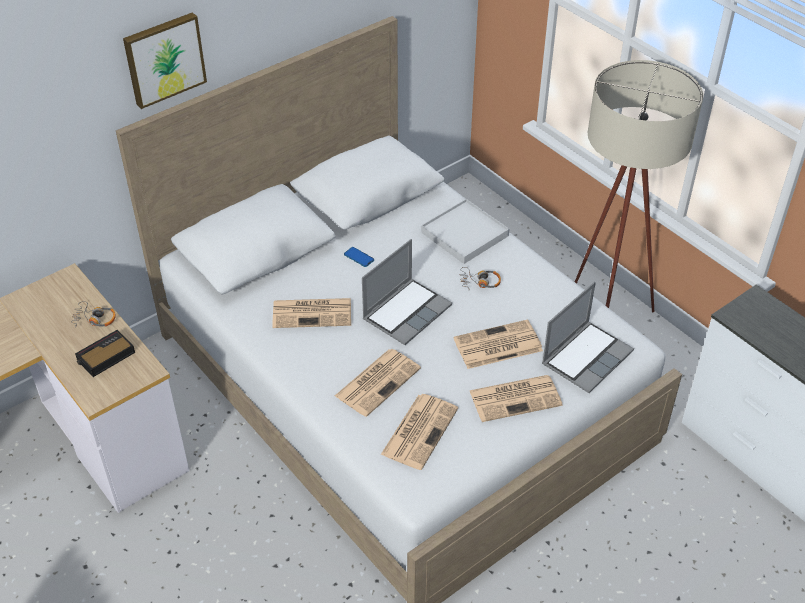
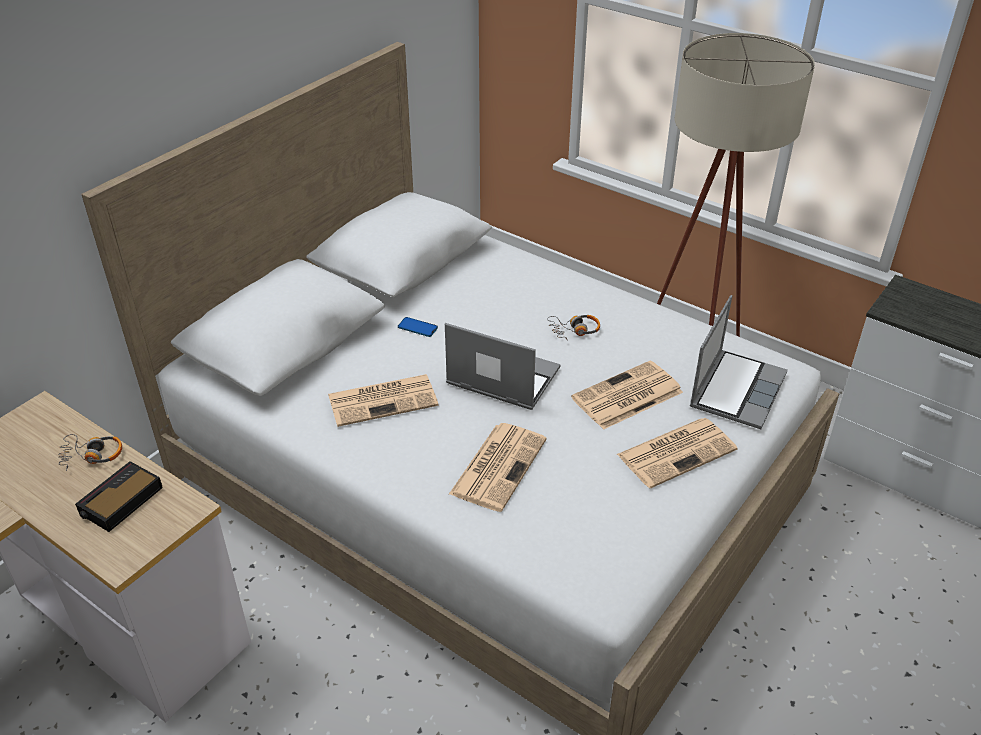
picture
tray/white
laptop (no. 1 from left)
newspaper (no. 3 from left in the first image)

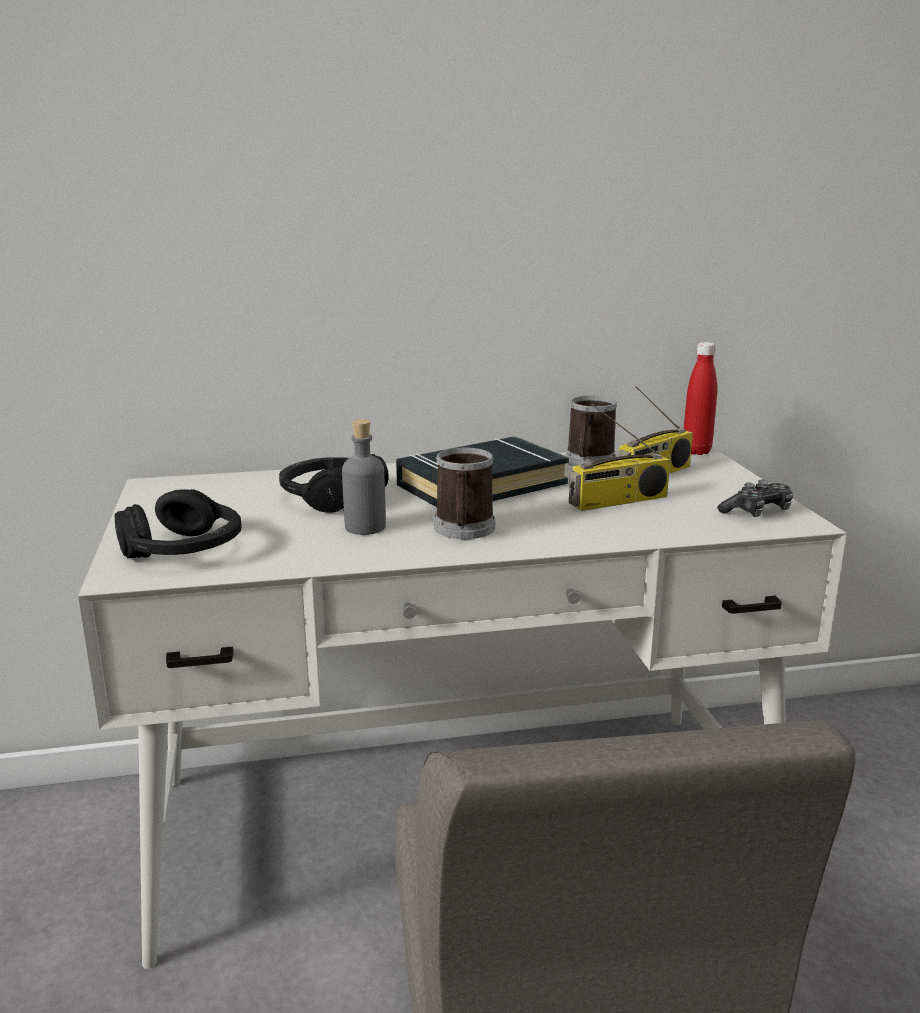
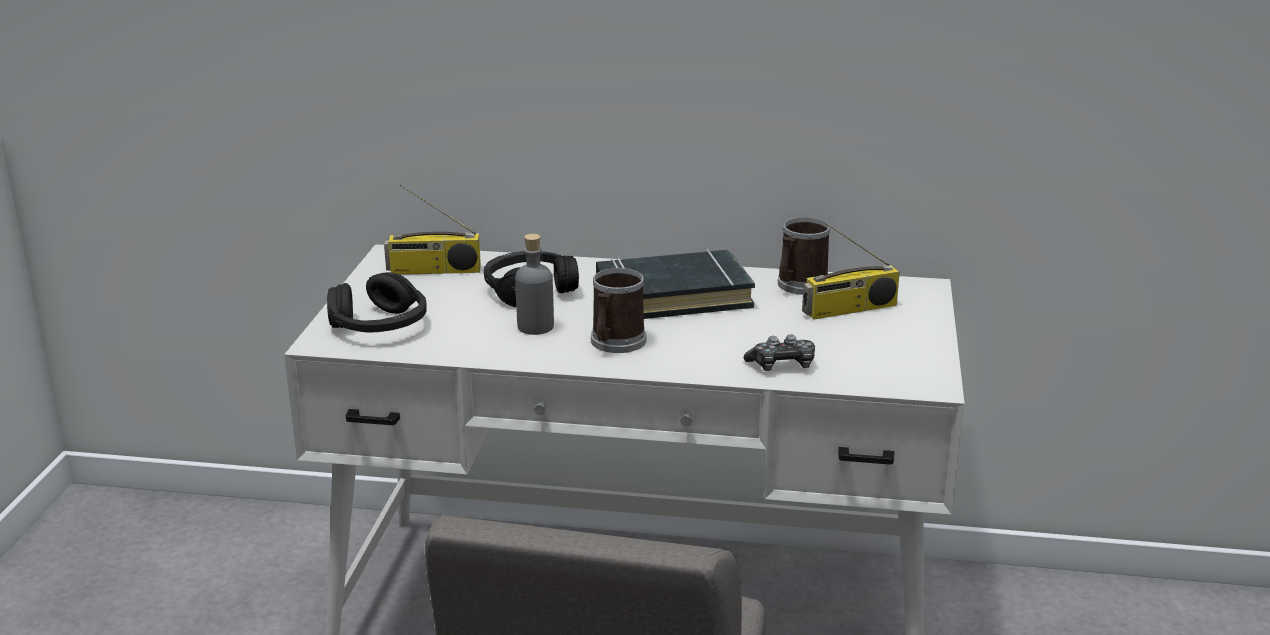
bottle/red
radio (no. 1 from left)
game controller

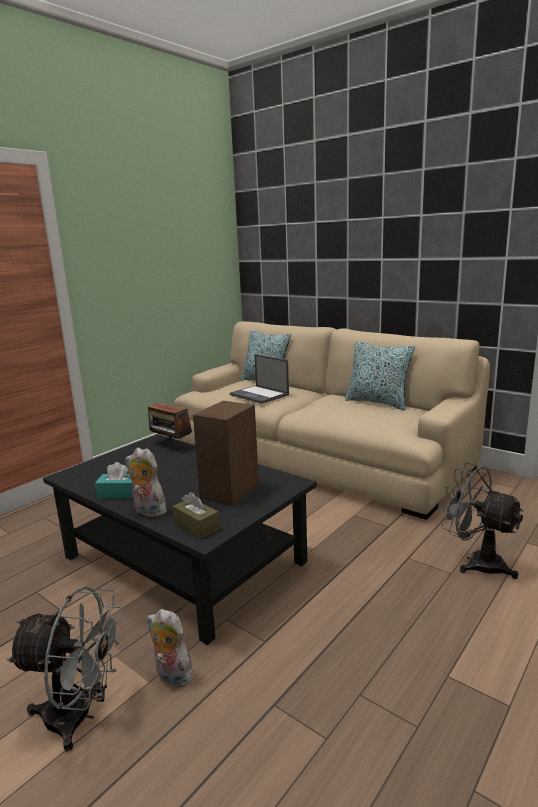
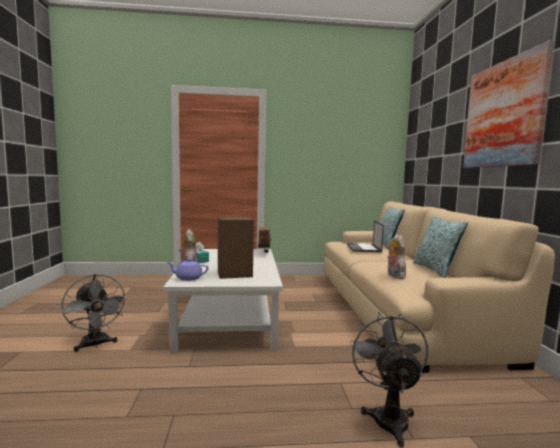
coffee table/white
teapot/purple
plush toy (no. 2 from left)
picture

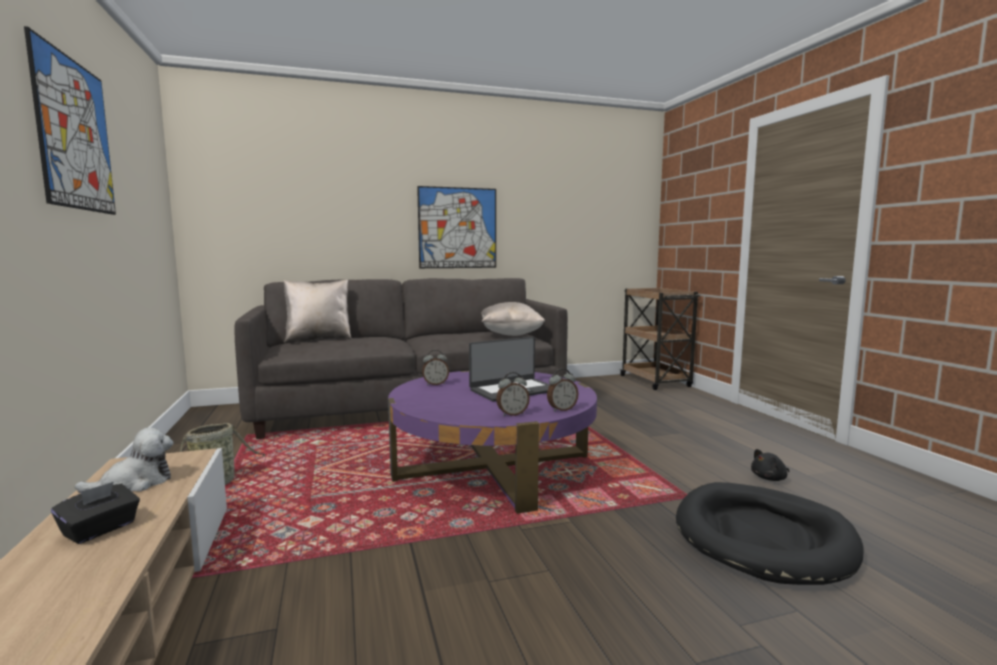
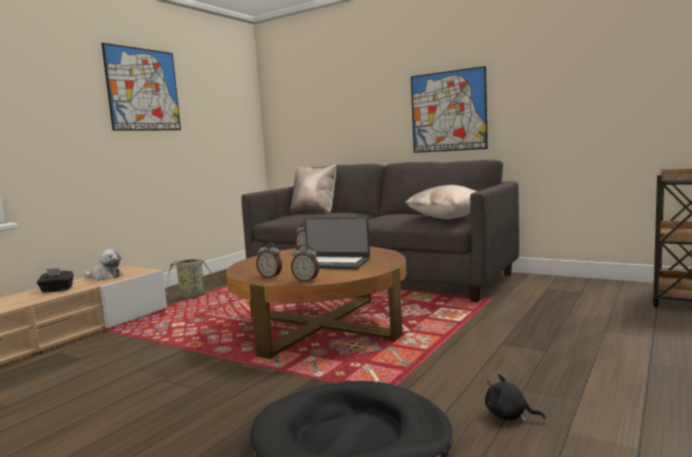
coffee table/brown

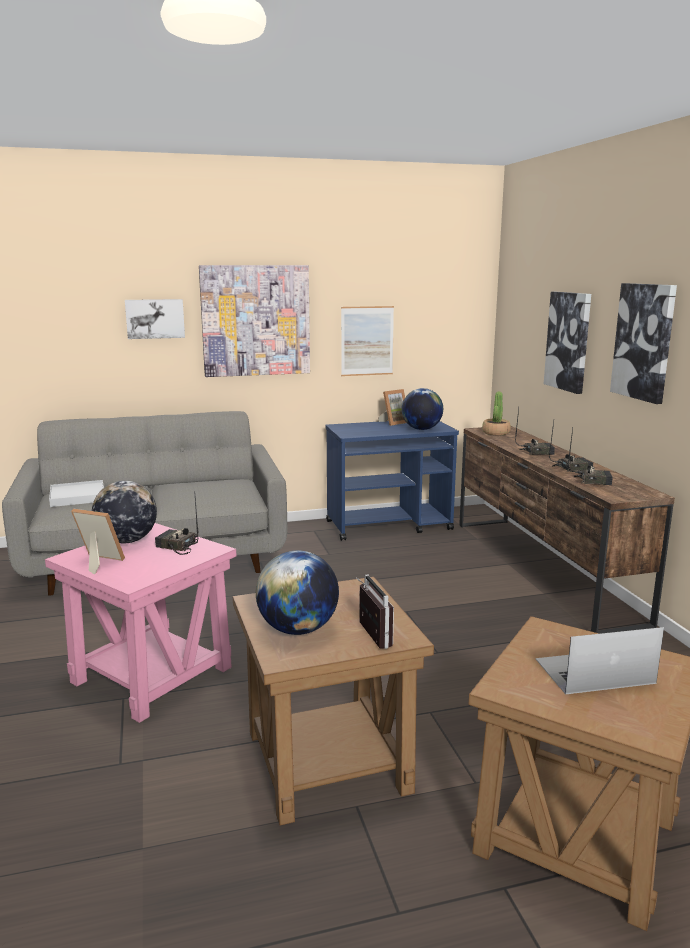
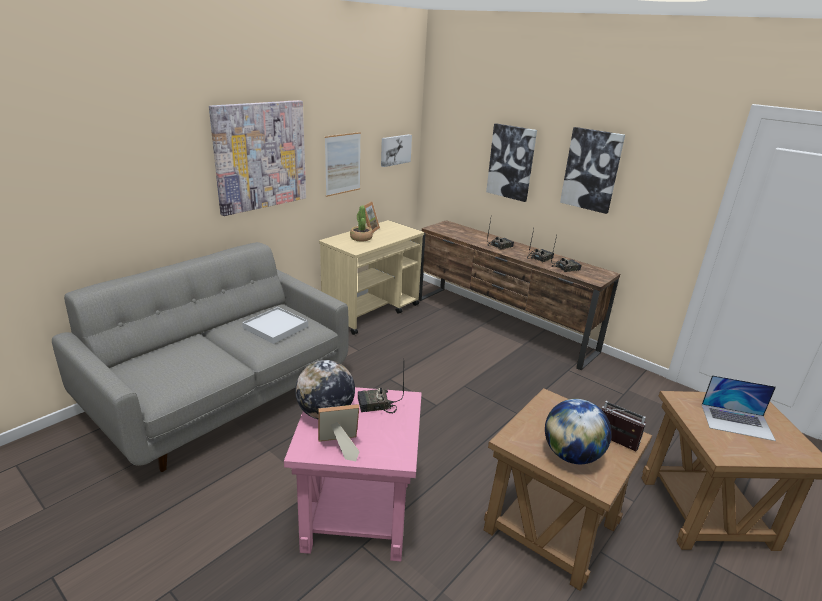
picture (no. 3 from left)
globe (no. 3 from left in the first image)
potted plant
cart/beige
tray/white
laptop

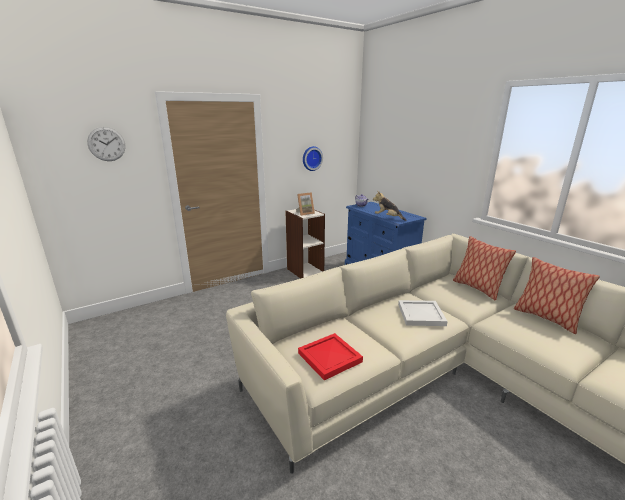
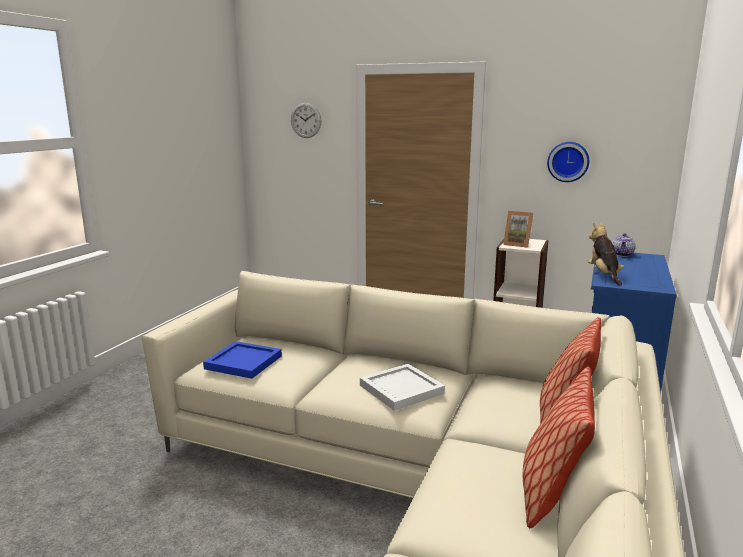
tray/blue

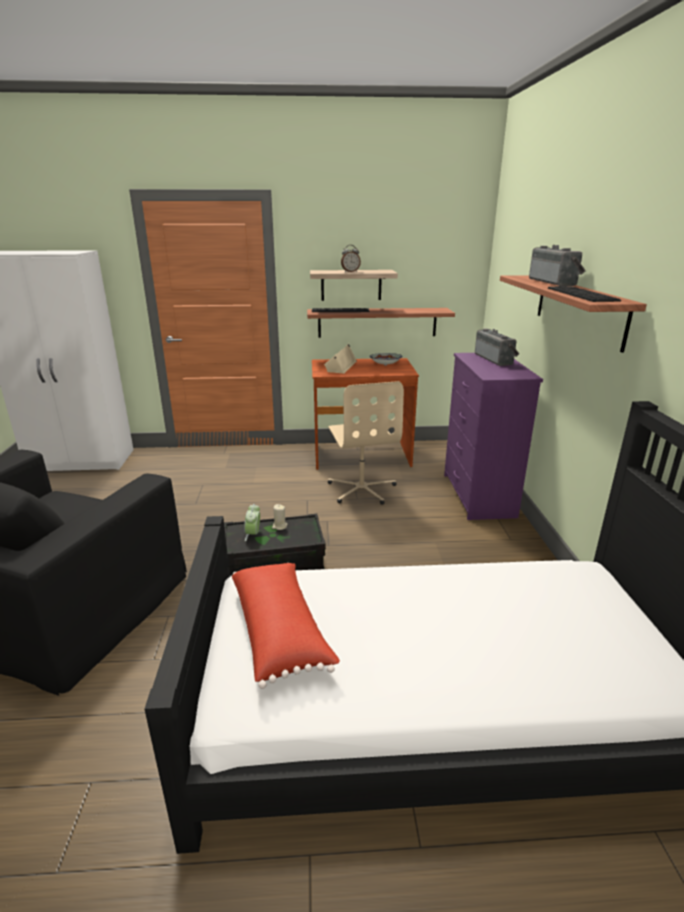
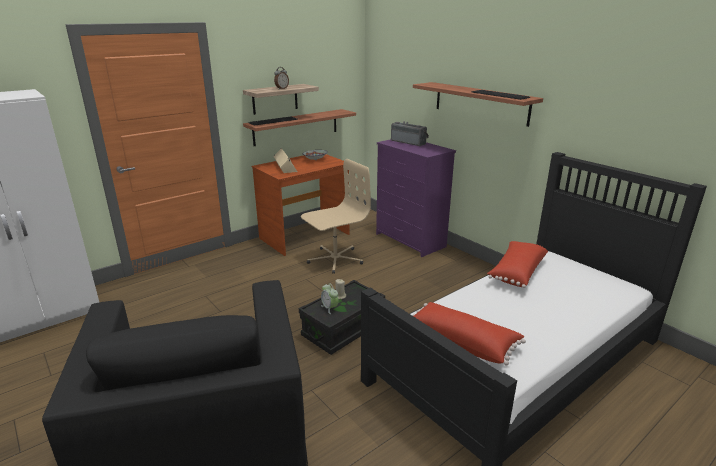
radio (no. 2 from left in the first image)
office chair/beige
pillow/red (no. 2 from left)

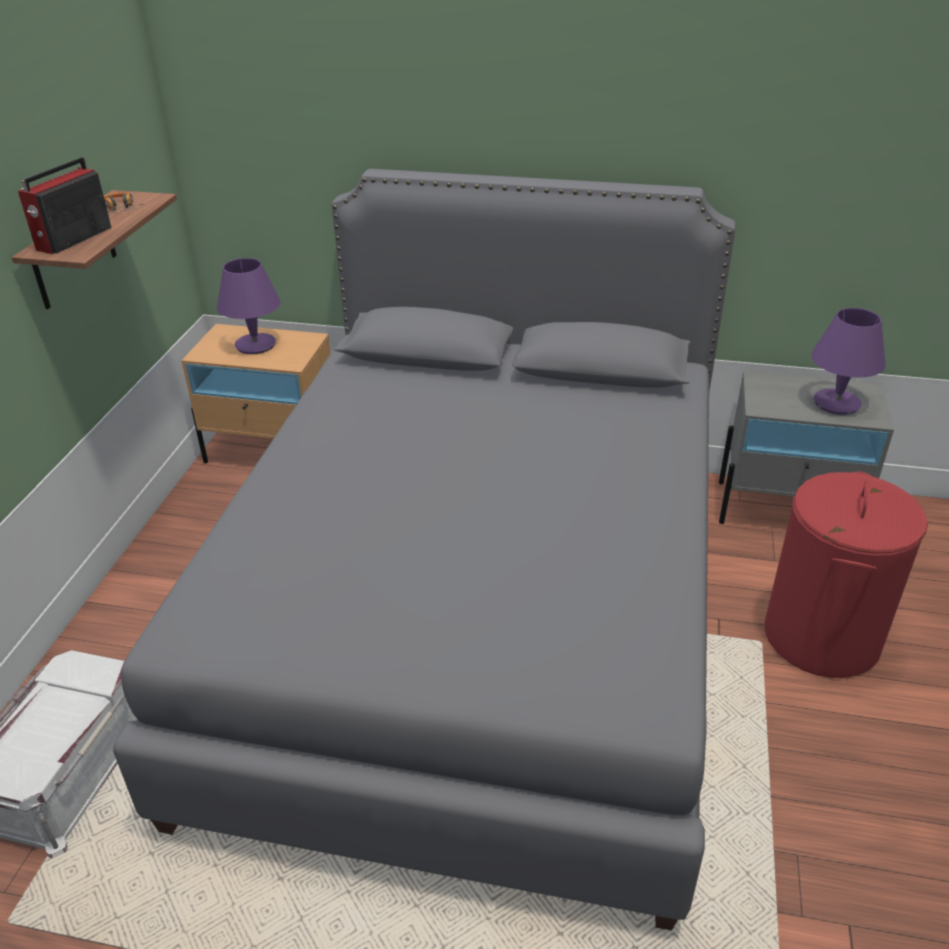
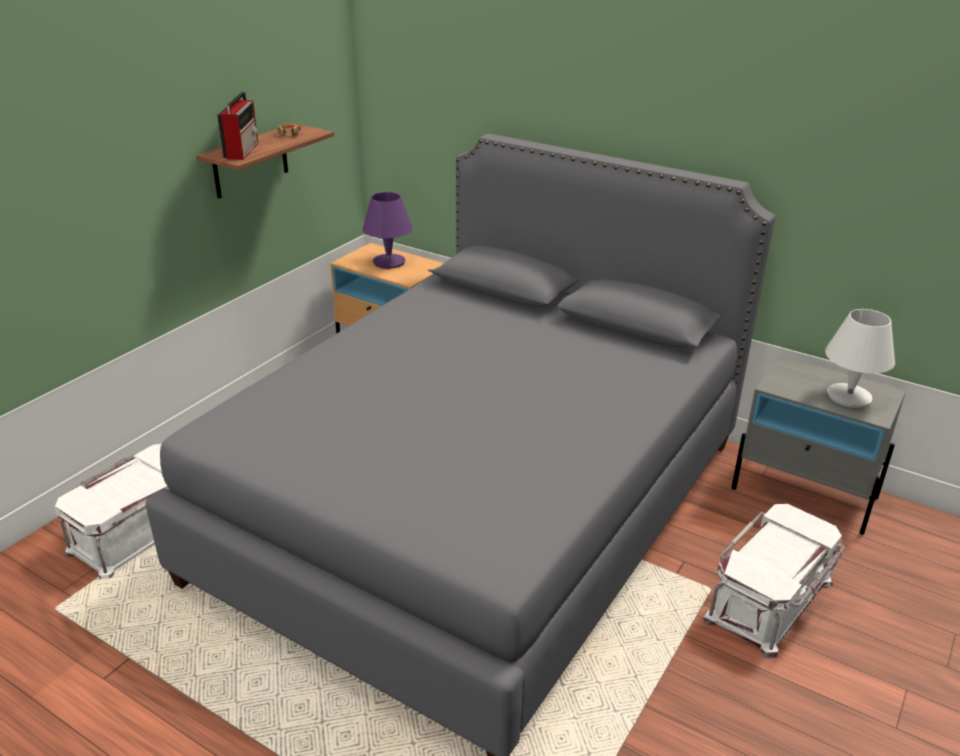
radio
table lamp/white
storage box/white (no. 2 from left)

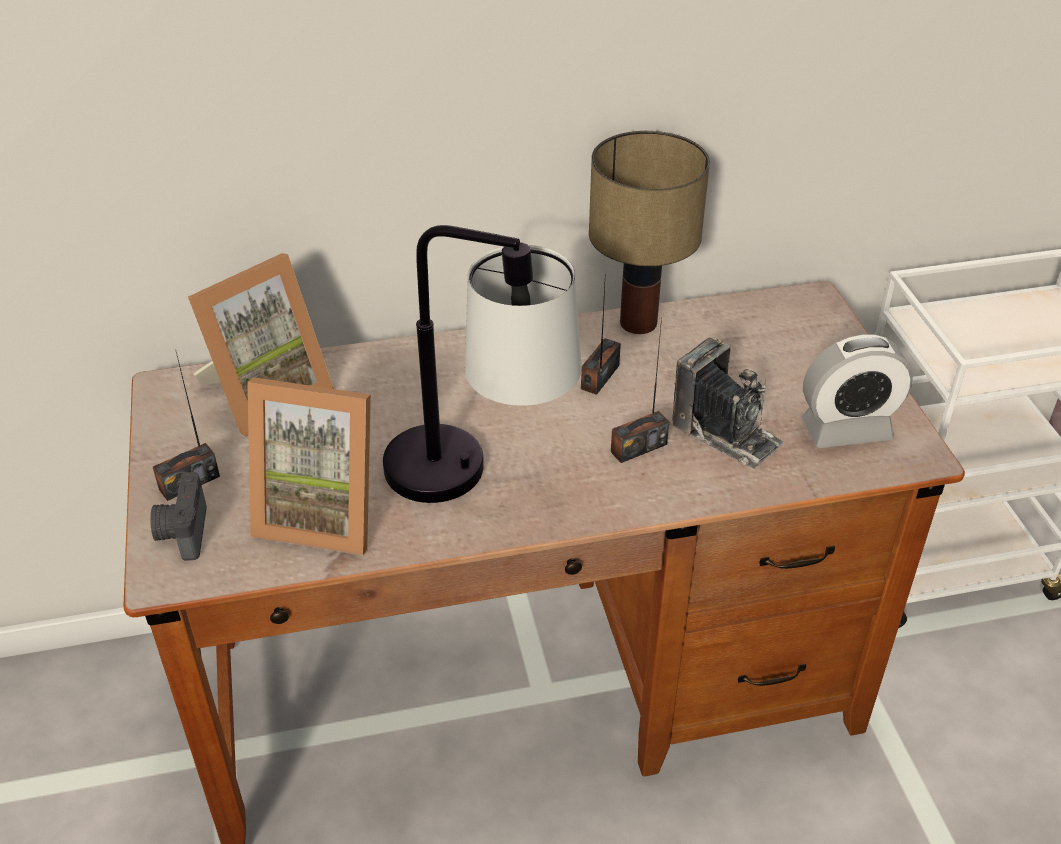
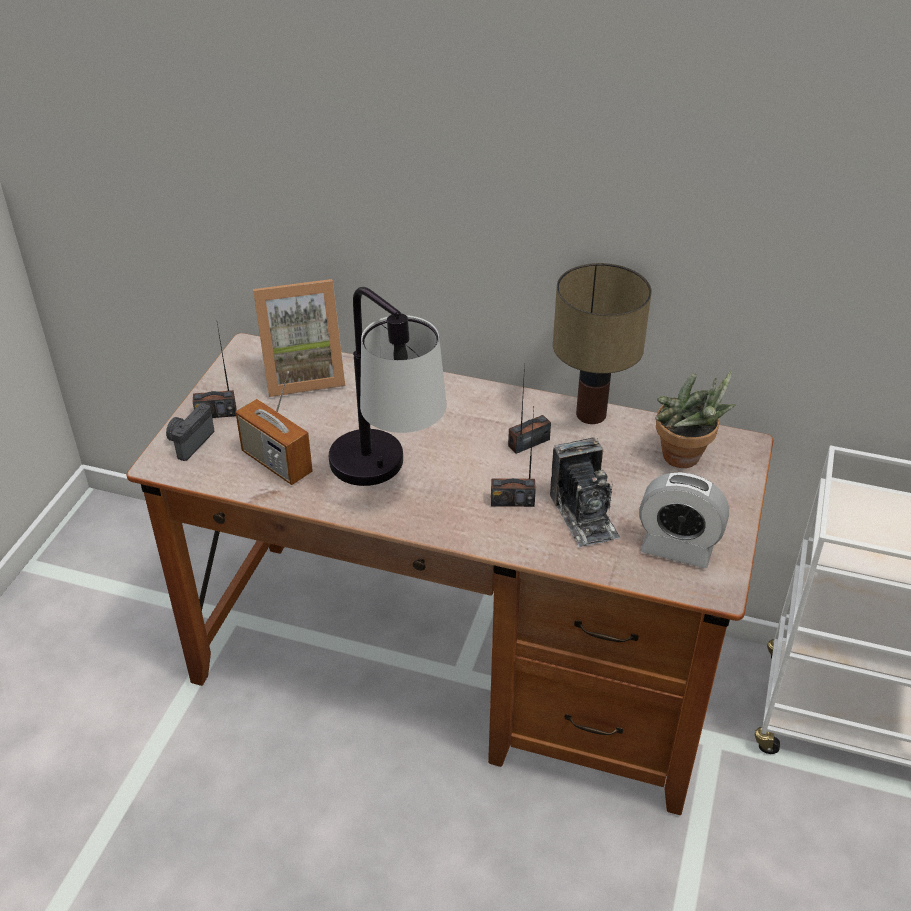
radio (no. 2 from left)
potted plant

